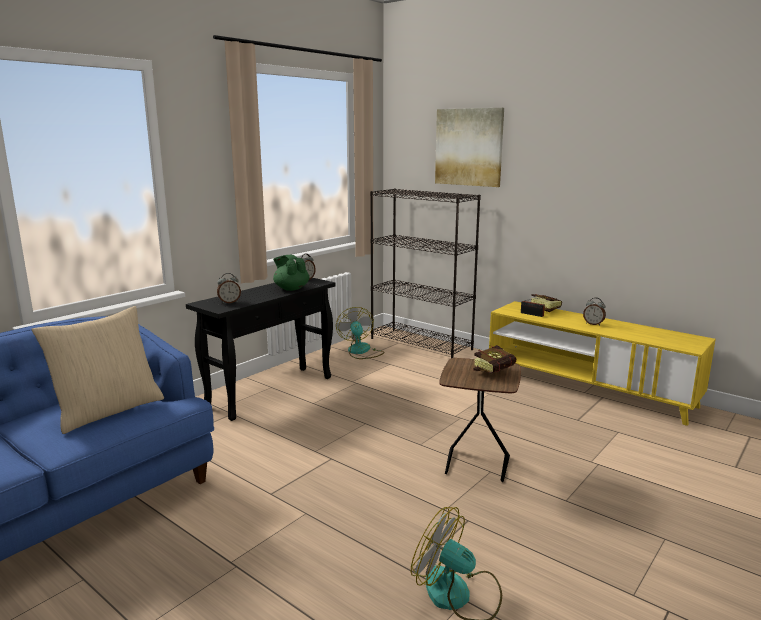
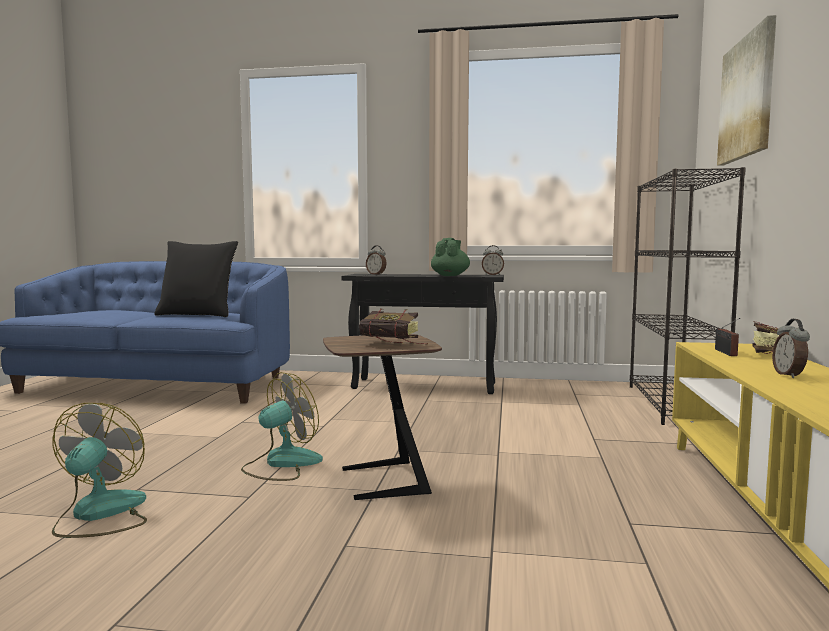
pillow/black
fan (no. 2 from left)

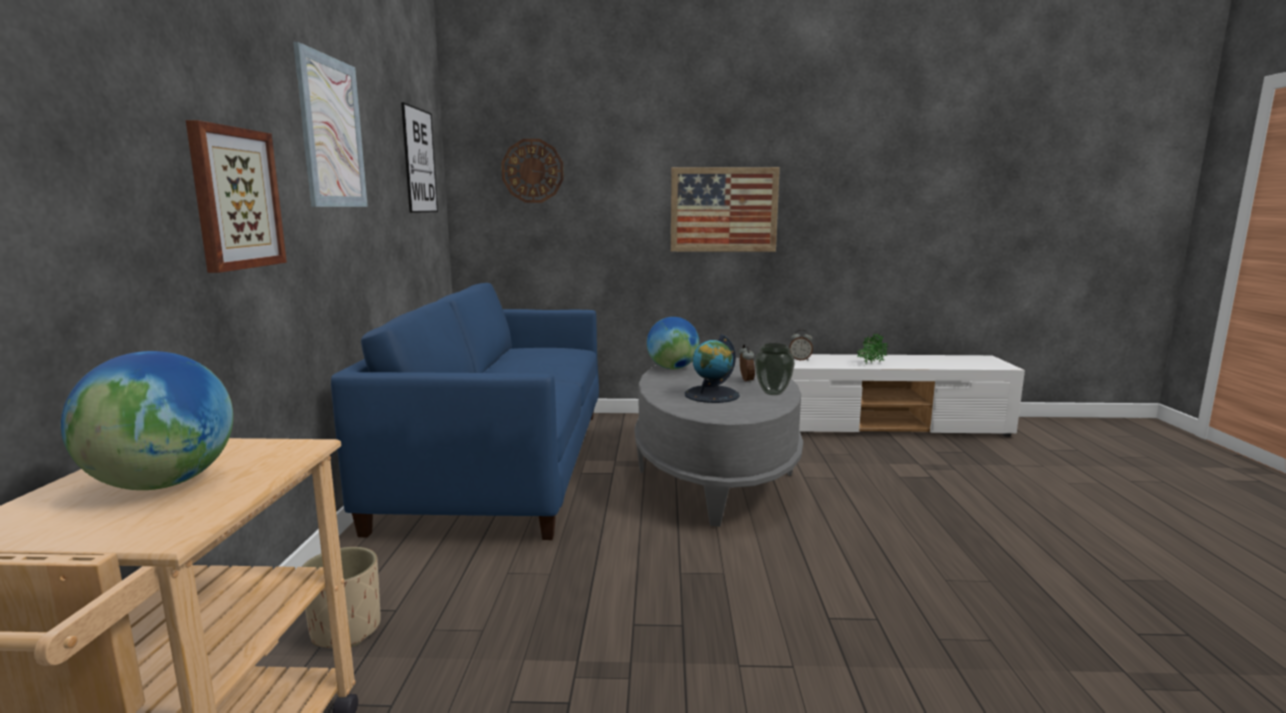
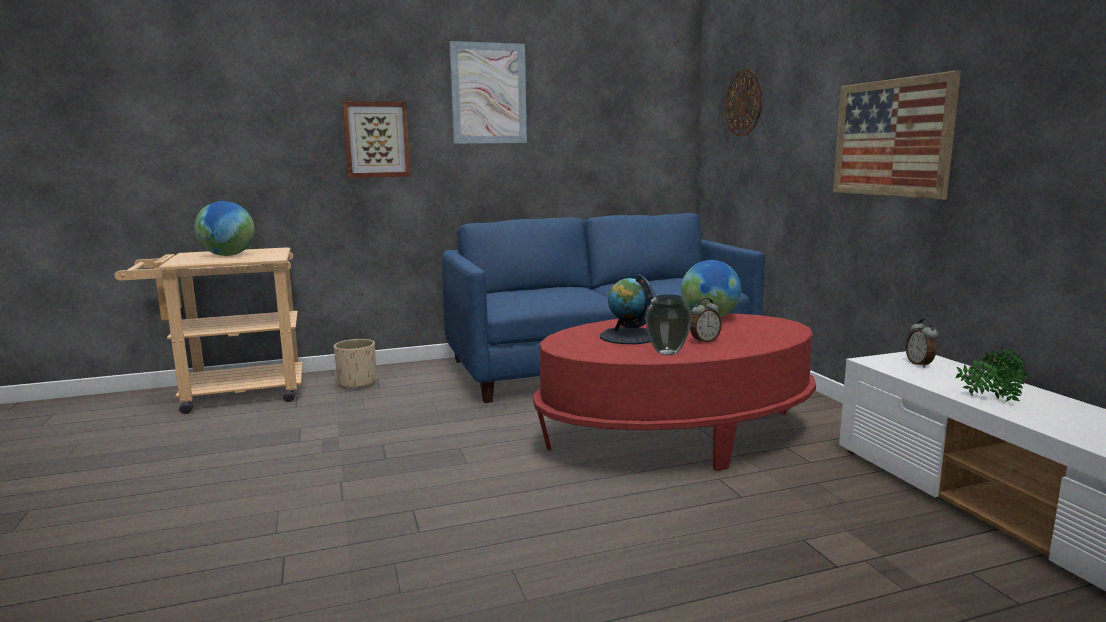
picture (no. 3 from left in the first image)
coffee table/red

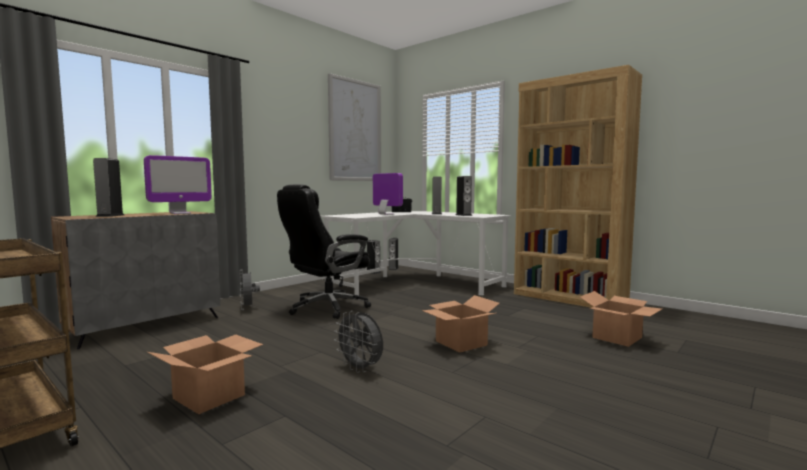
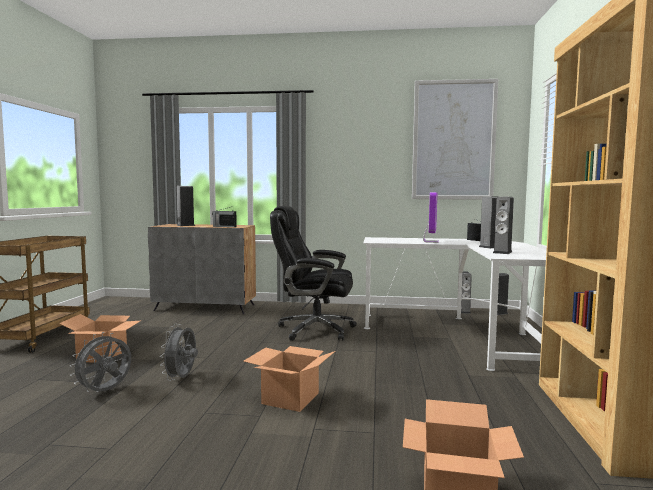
radio (no. 1 from left)
fan/grey (no. 1 from left)

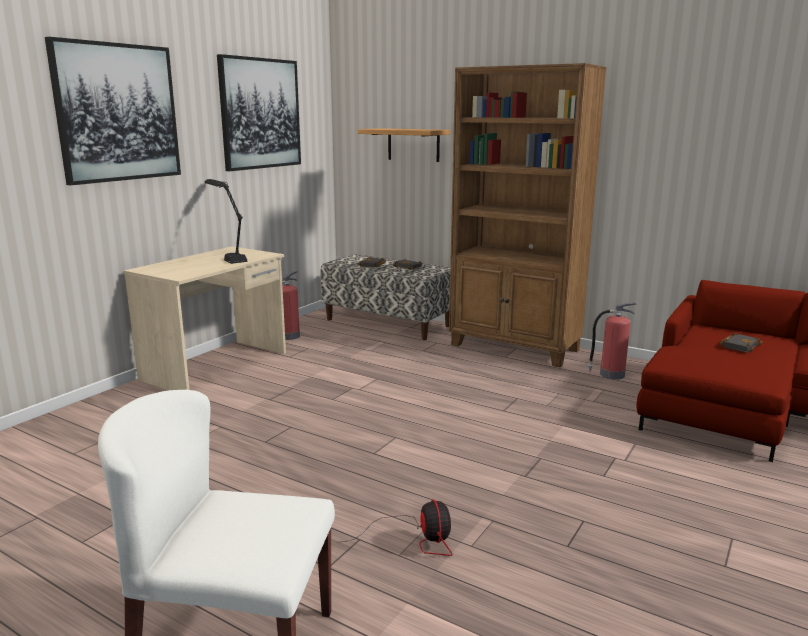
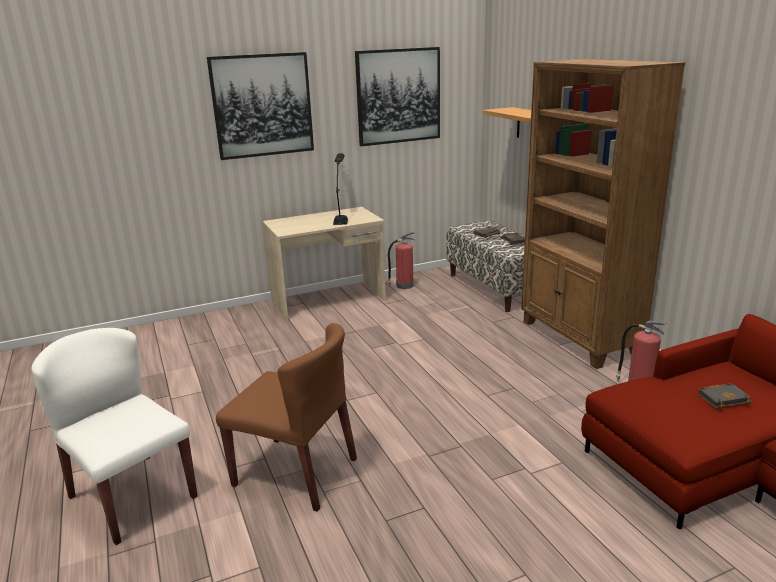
chair/brown

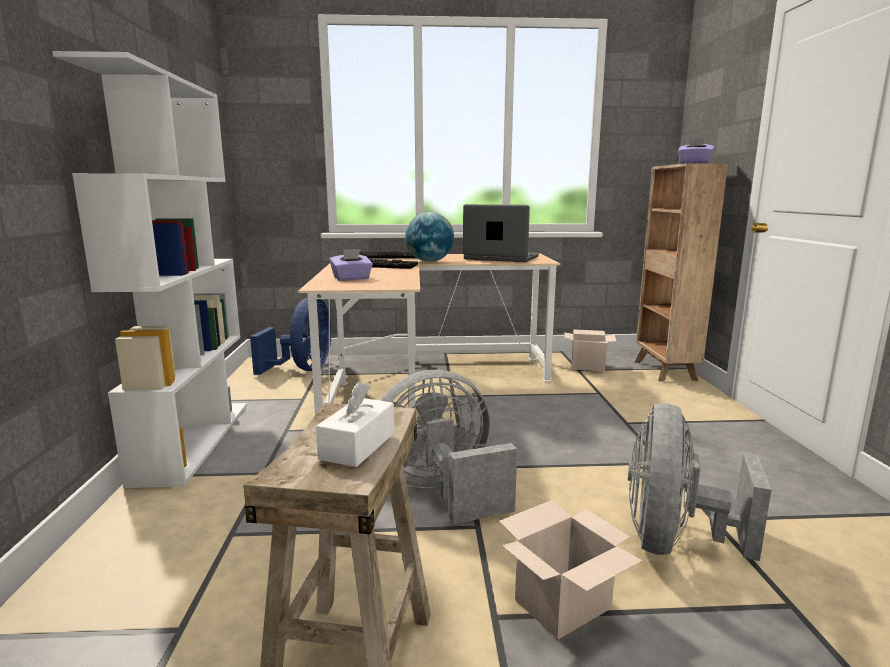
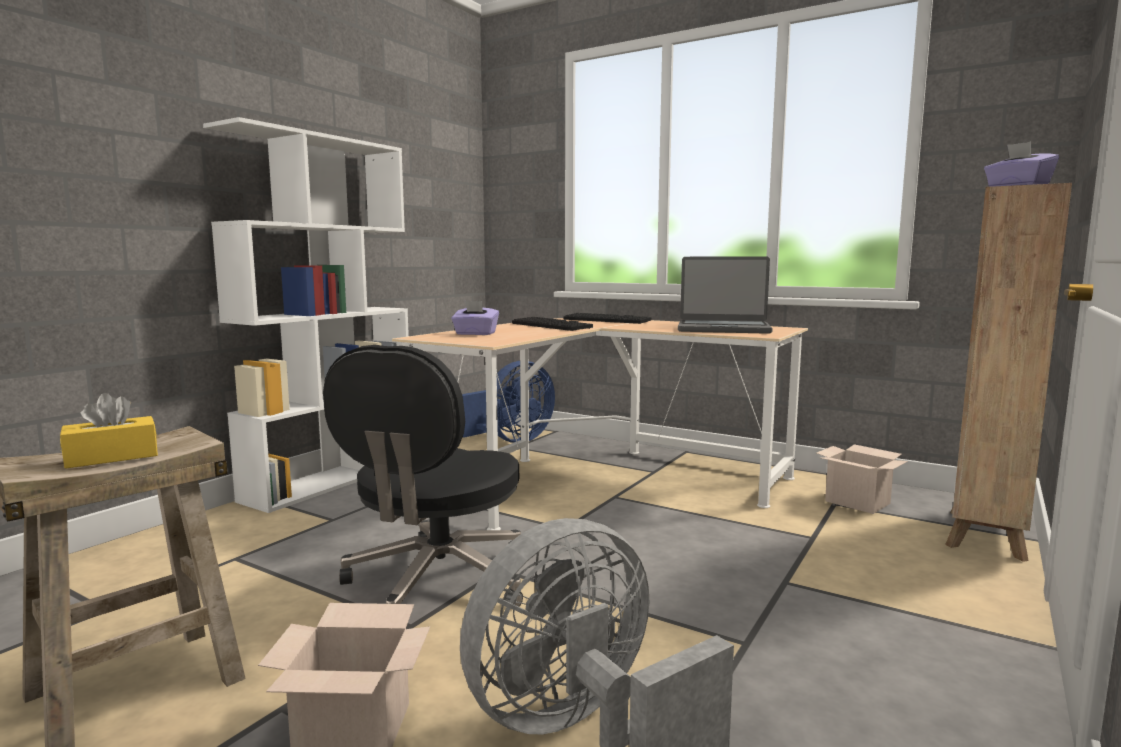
laptop
globe
office chair/black
tissue box/yellow

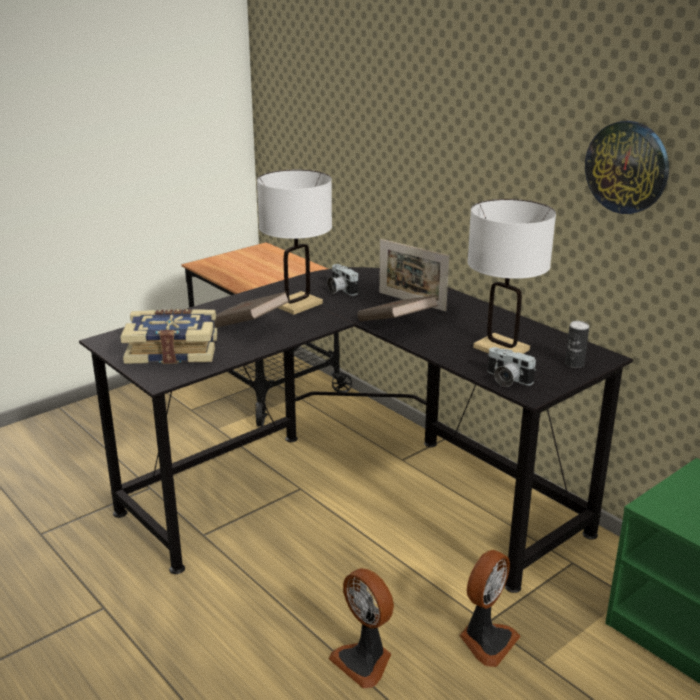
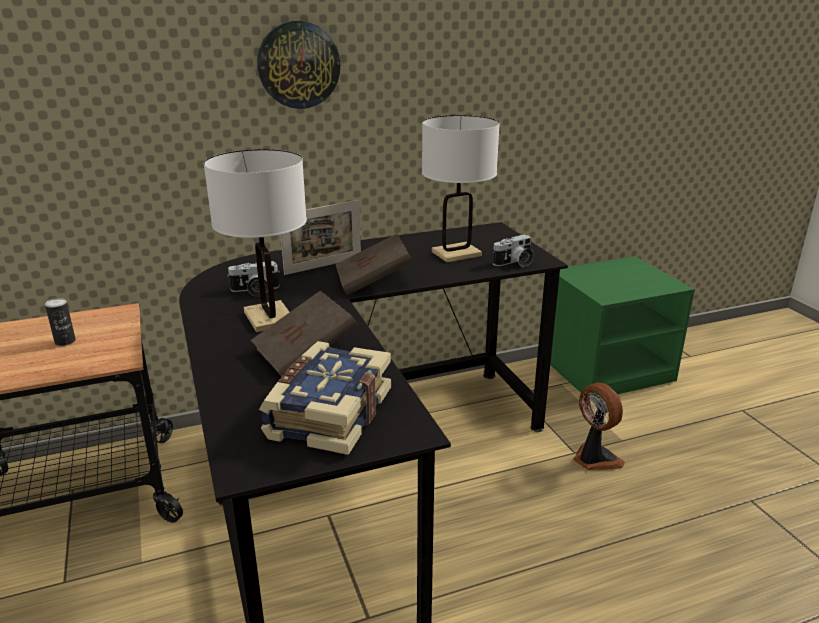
wall clock
can
fan (no. 1 from left in the first image)

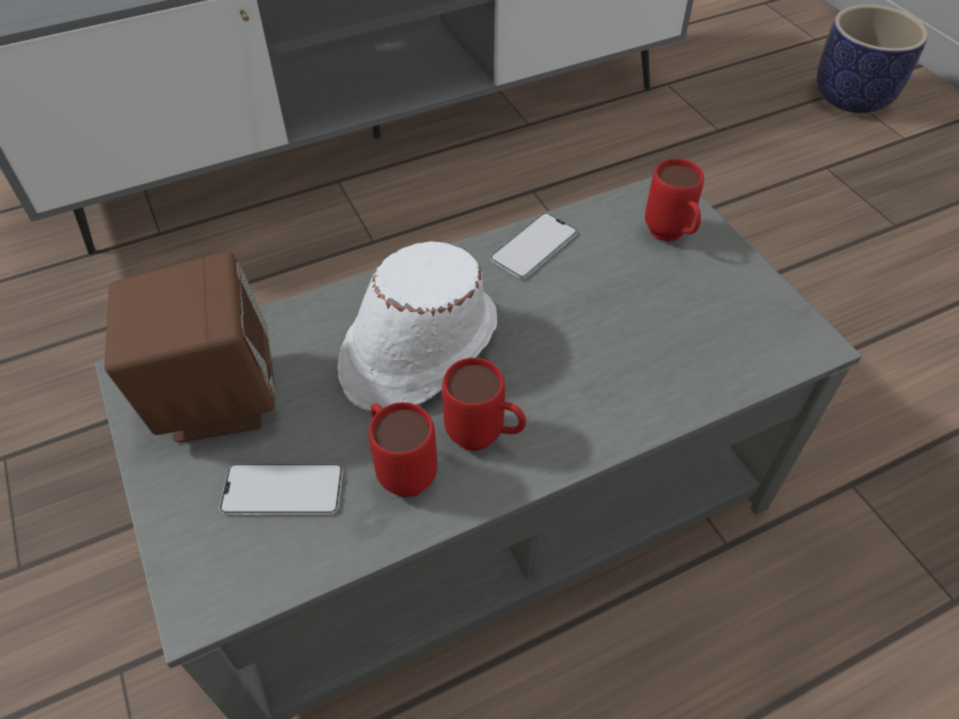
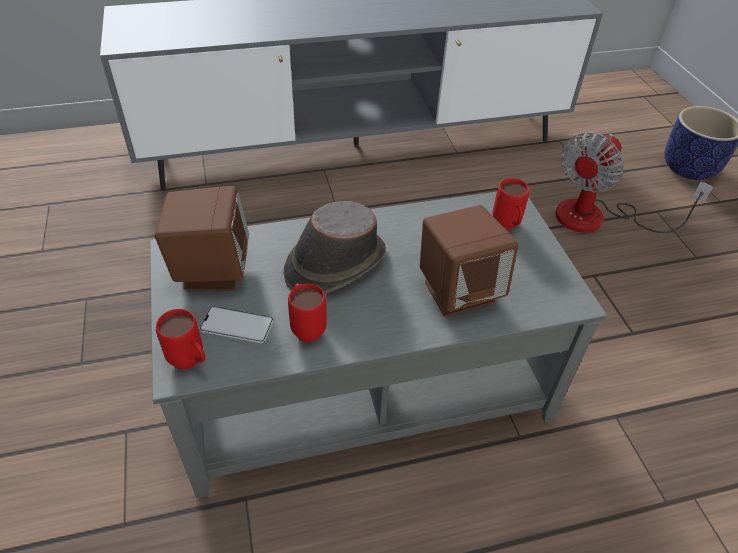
phone (no. 2 from left in the first image)
hat/brown
mug/red (no. 1 from left)
fan
speaker/brown (no. 2 from left)

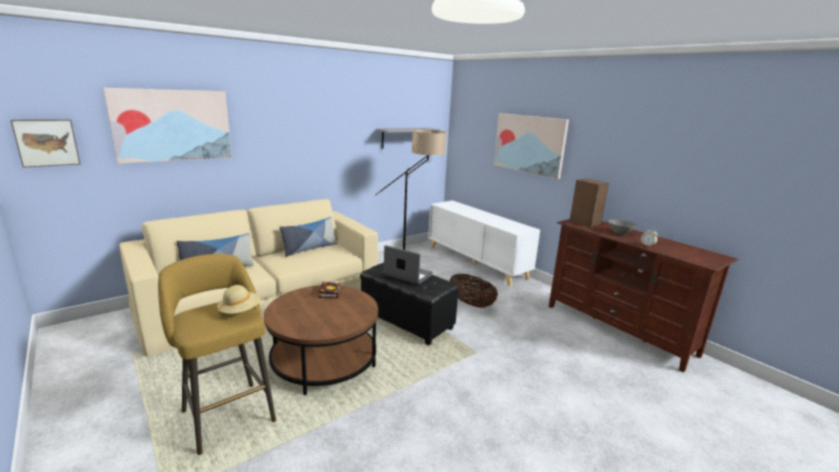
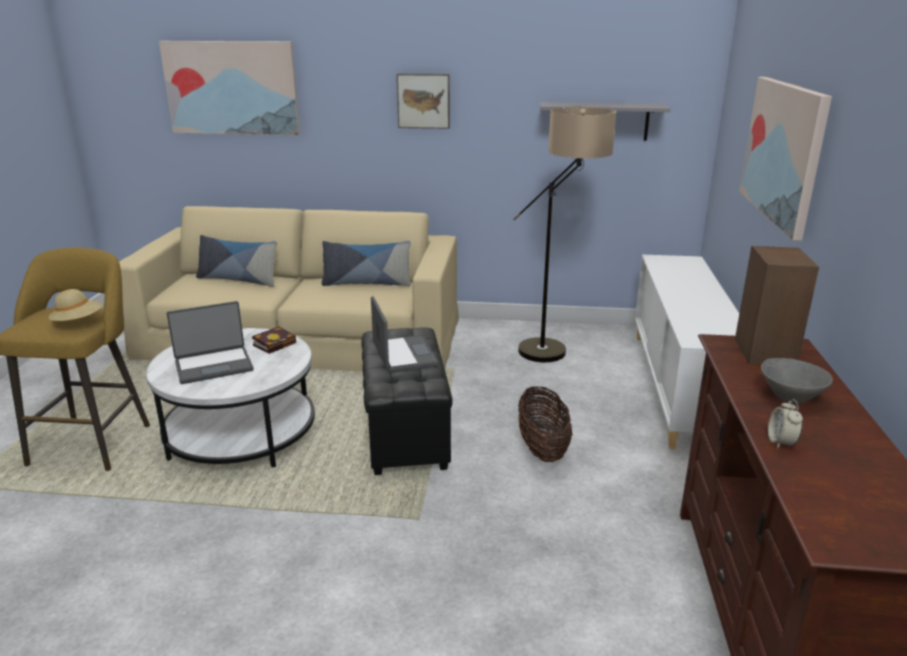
picture (no. 2 from left)
coffee table/white
laptop (no. 1 from left)

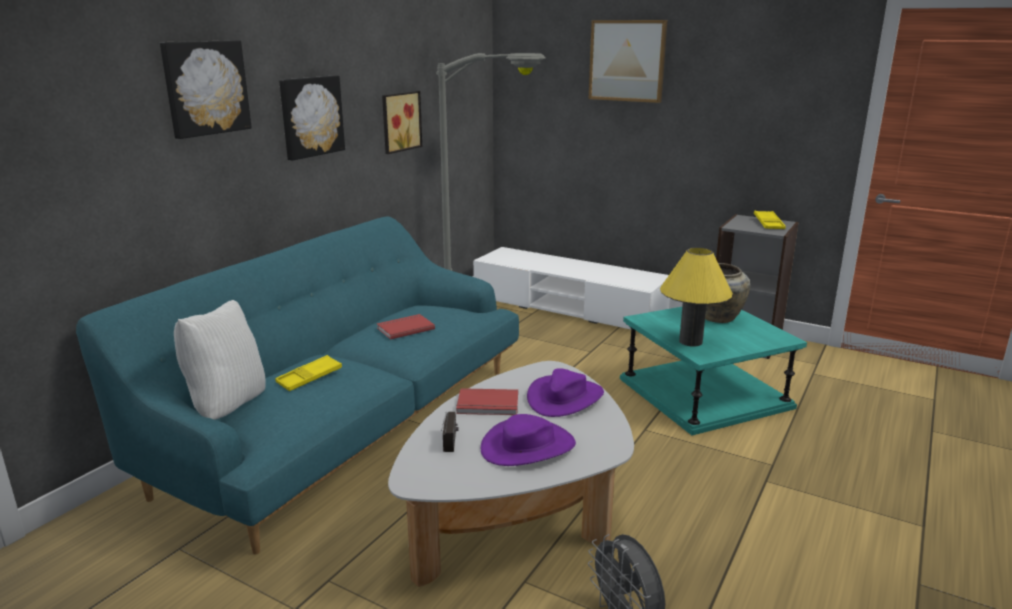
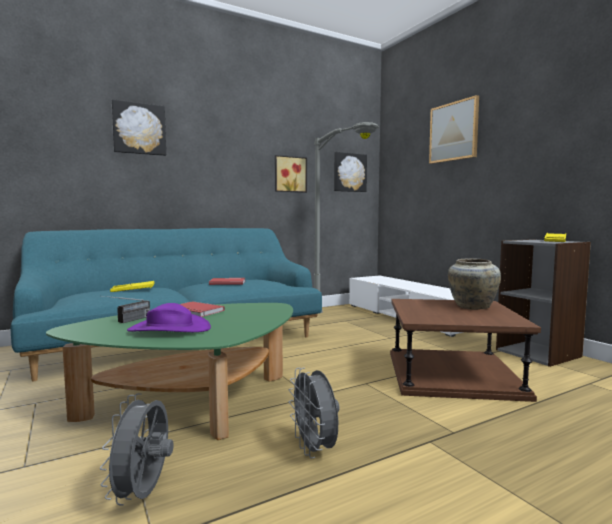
picture (no. 3 from left)
table lamp/yellow
pillow/white
side table/brown
coffee table/green
hat/purple (no. 2 from left in the first image)
fan/grey (no. 2 from left)

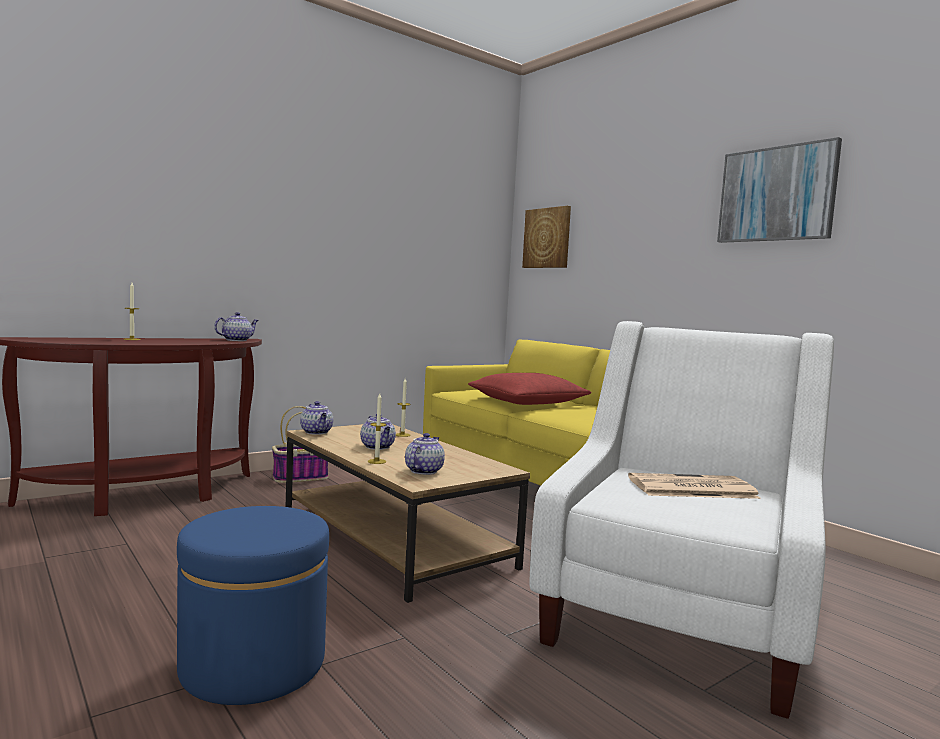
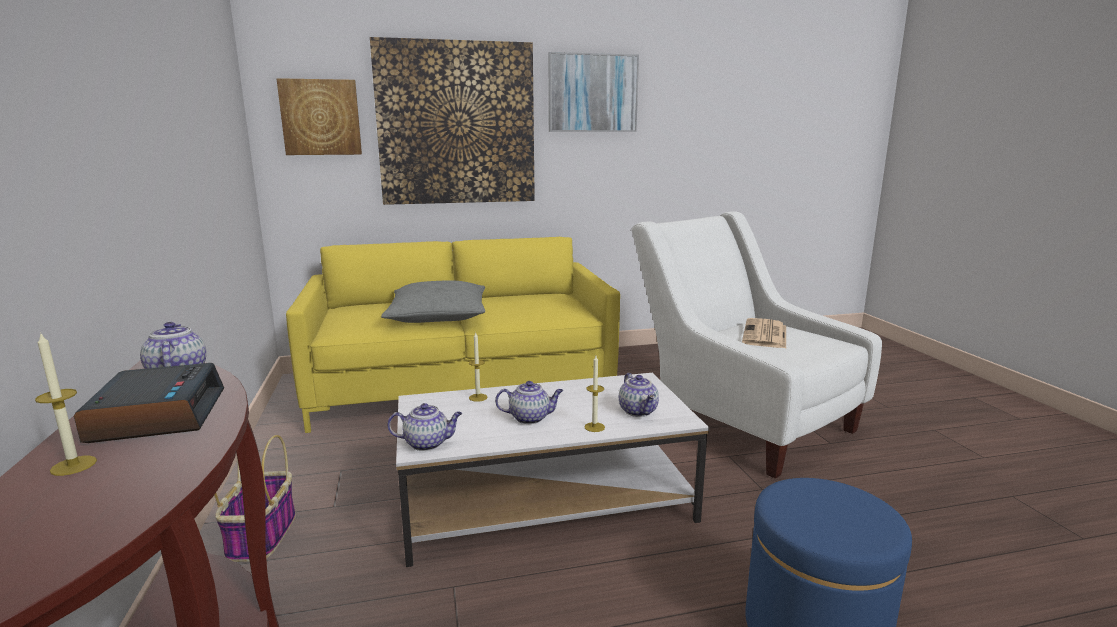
pillow/grey
coffee table/white
teapot (no. 4 from left)
picture (no. 2 from left)
alarm clock

